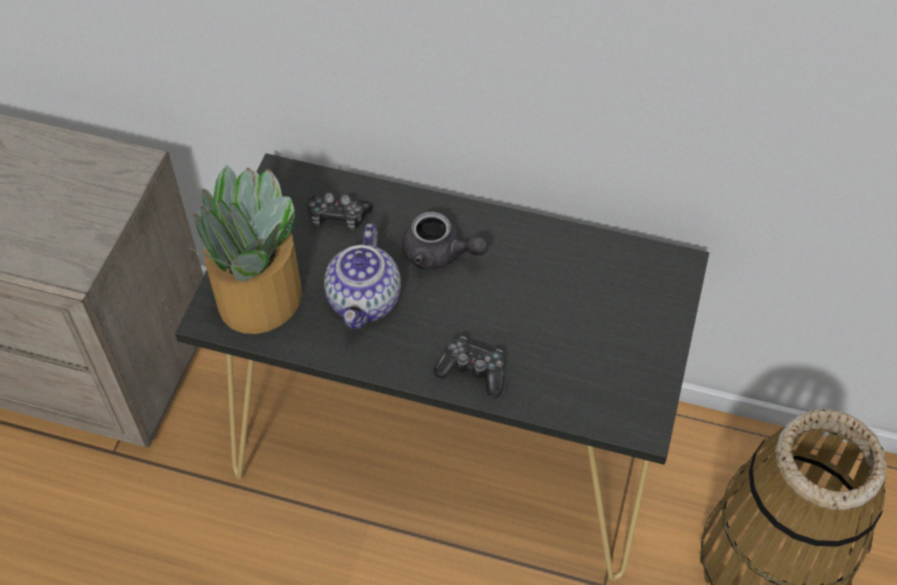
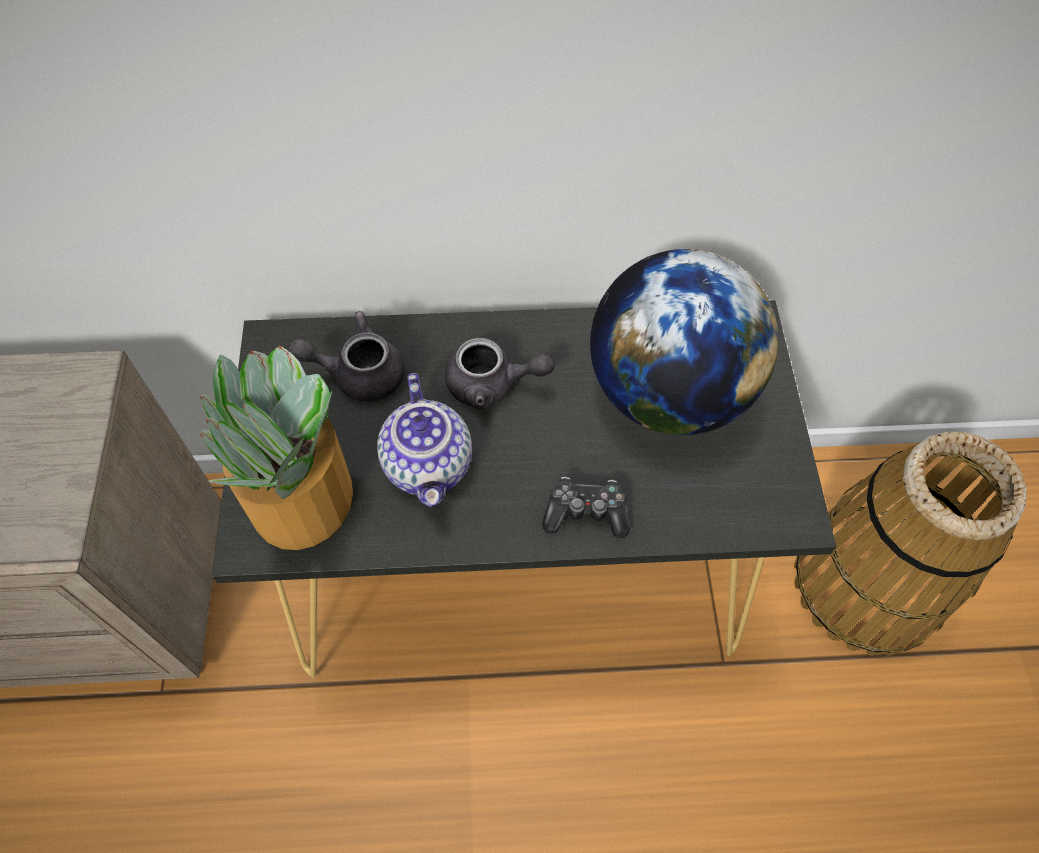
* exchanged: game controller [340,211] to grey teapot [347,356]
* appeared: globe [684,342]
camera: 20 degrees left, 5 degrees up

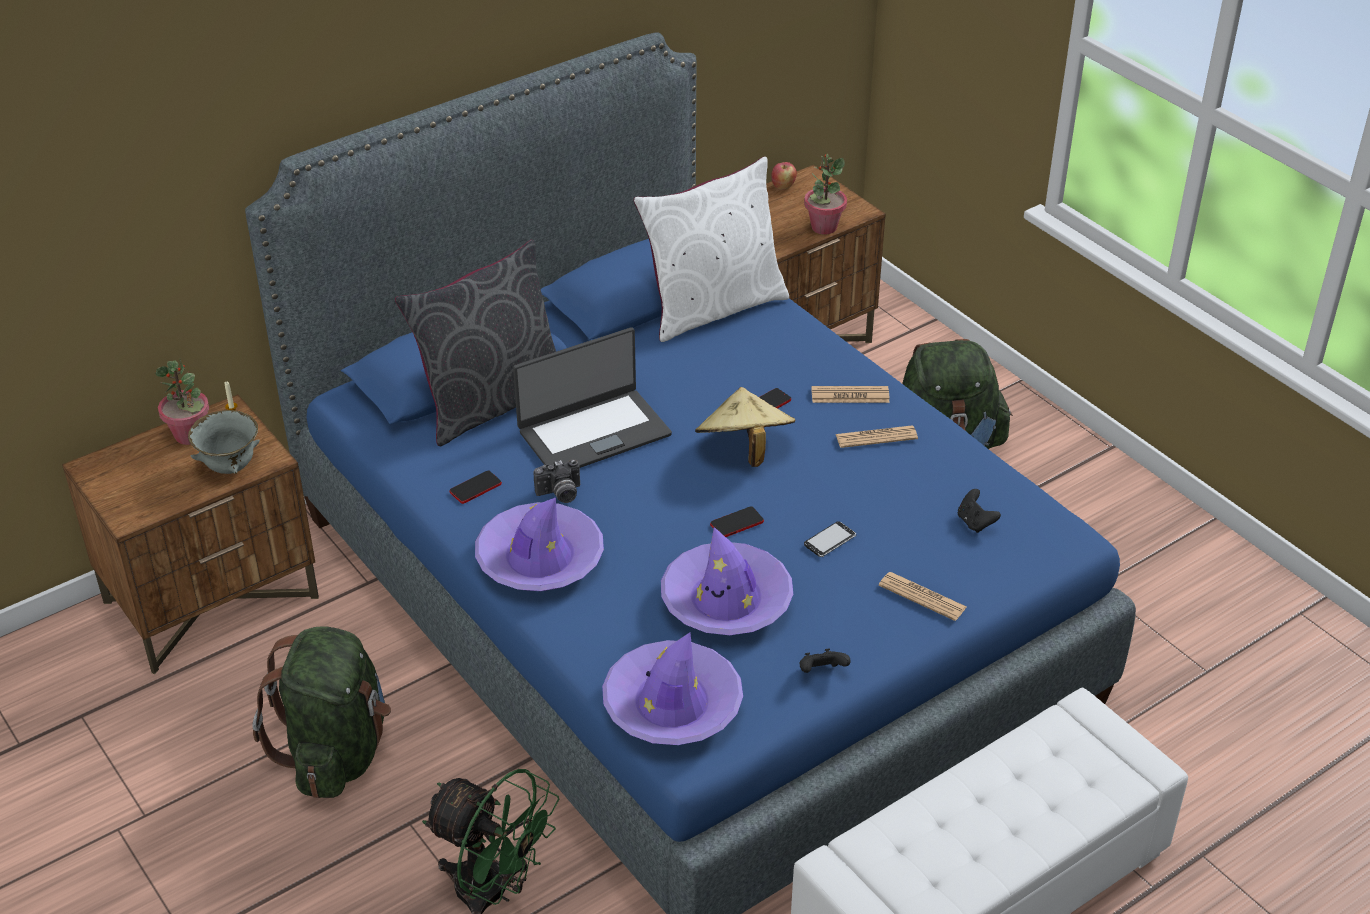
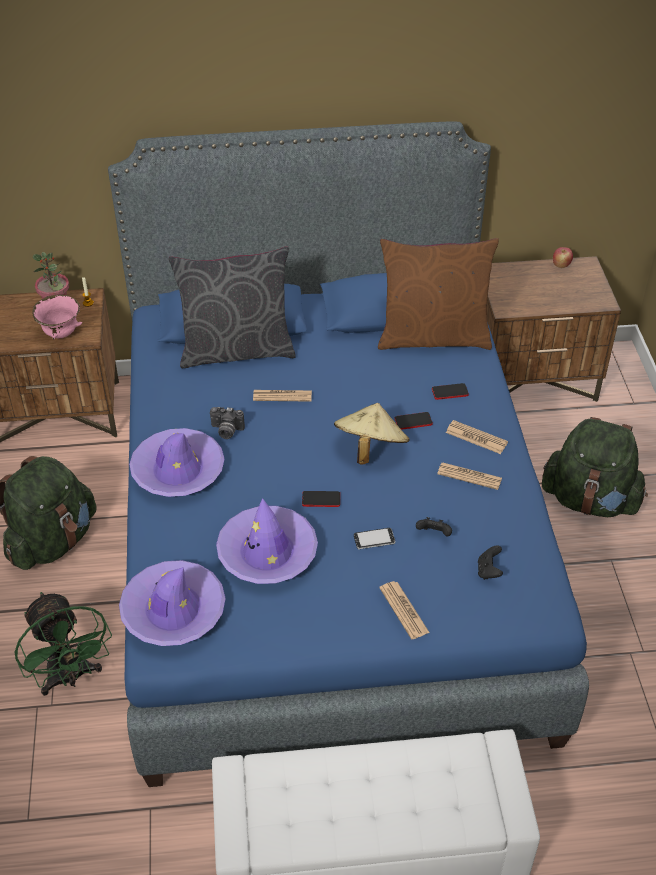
* colour: grey bowl [224,442] to pink bowl [57,317]
* exchanged: laptop [592,397] to newspaper [282,396]
* colour: white pillow [711,249] to brown pillow [438,294]
* relocated: black game controller [825,661] to [434,527]
* relocated: phone [476,487] to [450,391]
* missing: potted plant [825,194]
camera: 30 degrees right, 5 degrees up

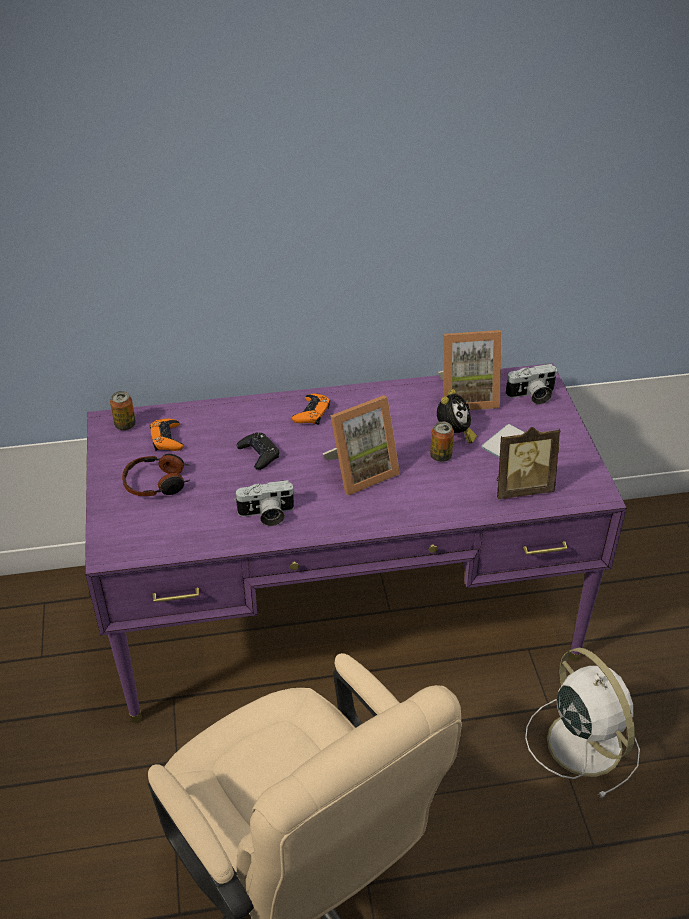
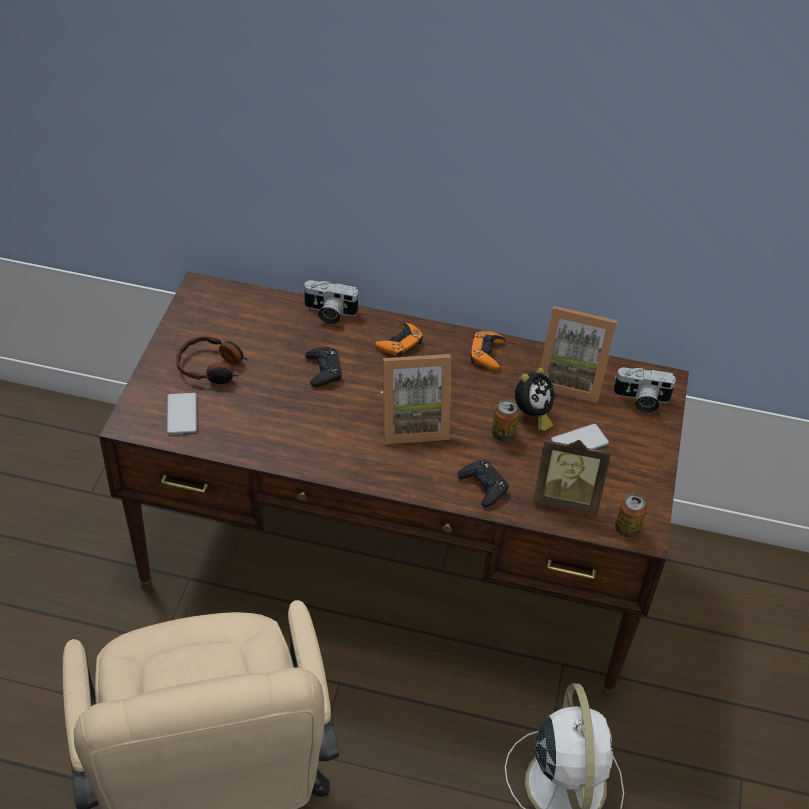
* colour: purple desk [356,543] to brown desk [394,484]
* appeared: phone [182,413]
* relocated: photo camera [264,503] to [331,302]
* appeared: black game controller [483,483]
* relocated: orange game controller [167,435] to [487,350]
* relocated: can [123,410] to [631,515]
camera: 20 degrees right, 5 degrees up

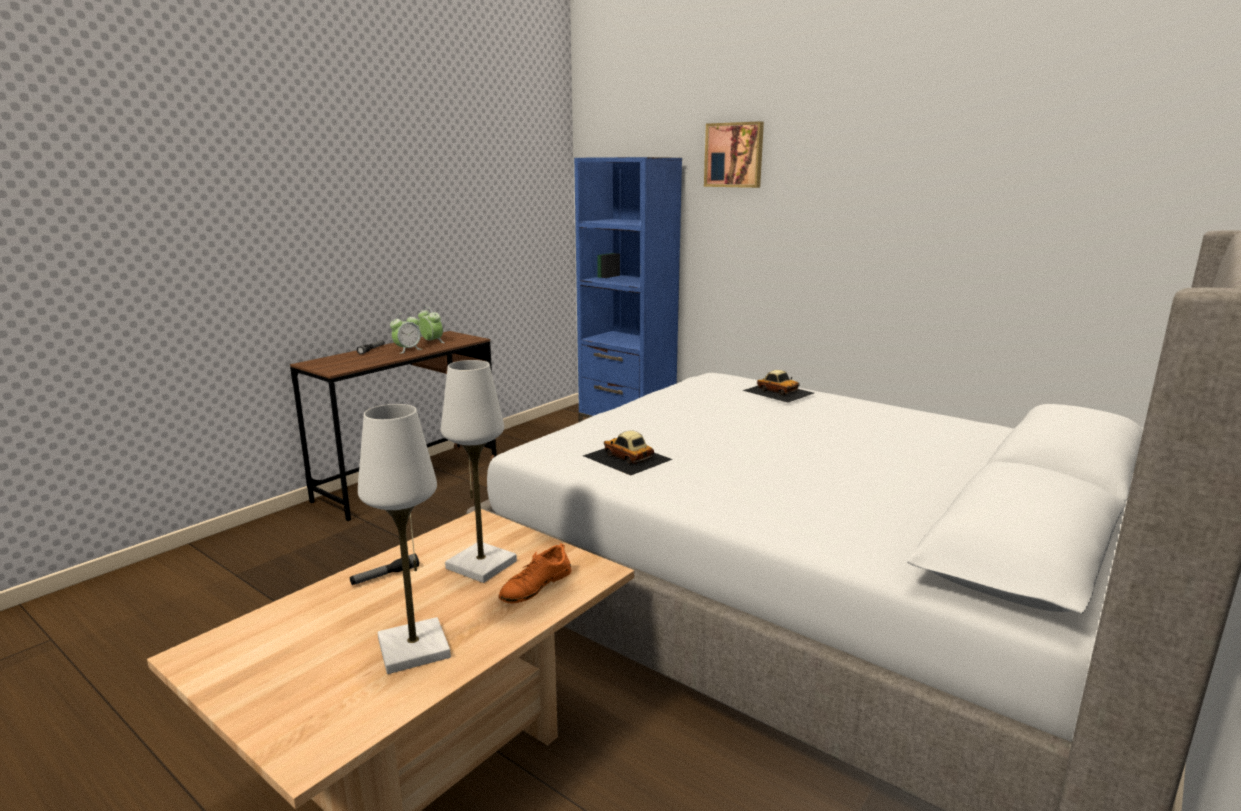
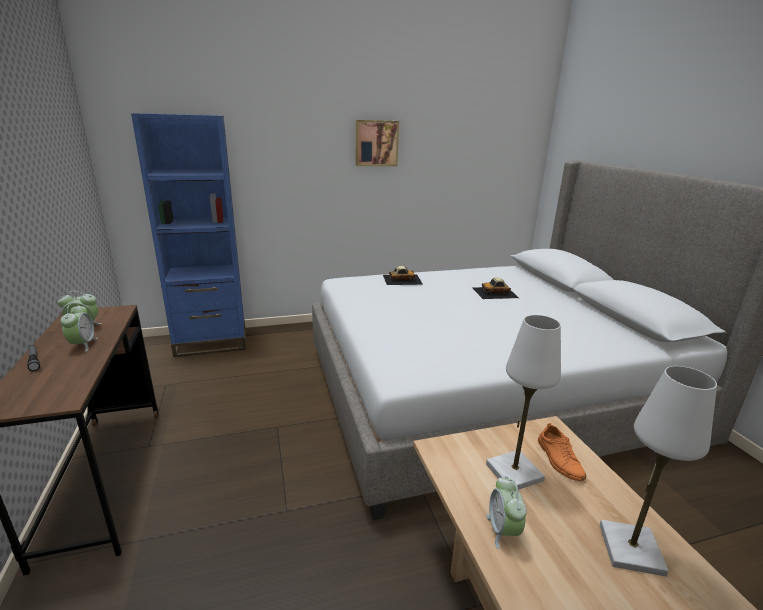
* relocated: picture [734,154] to [377,143]
* relocated: toy car [628,452] to [496,288]
* exchanged: flashlight [384,569] to alarm clock [506,512]
camera: 55 degrees left, 5 degrees up

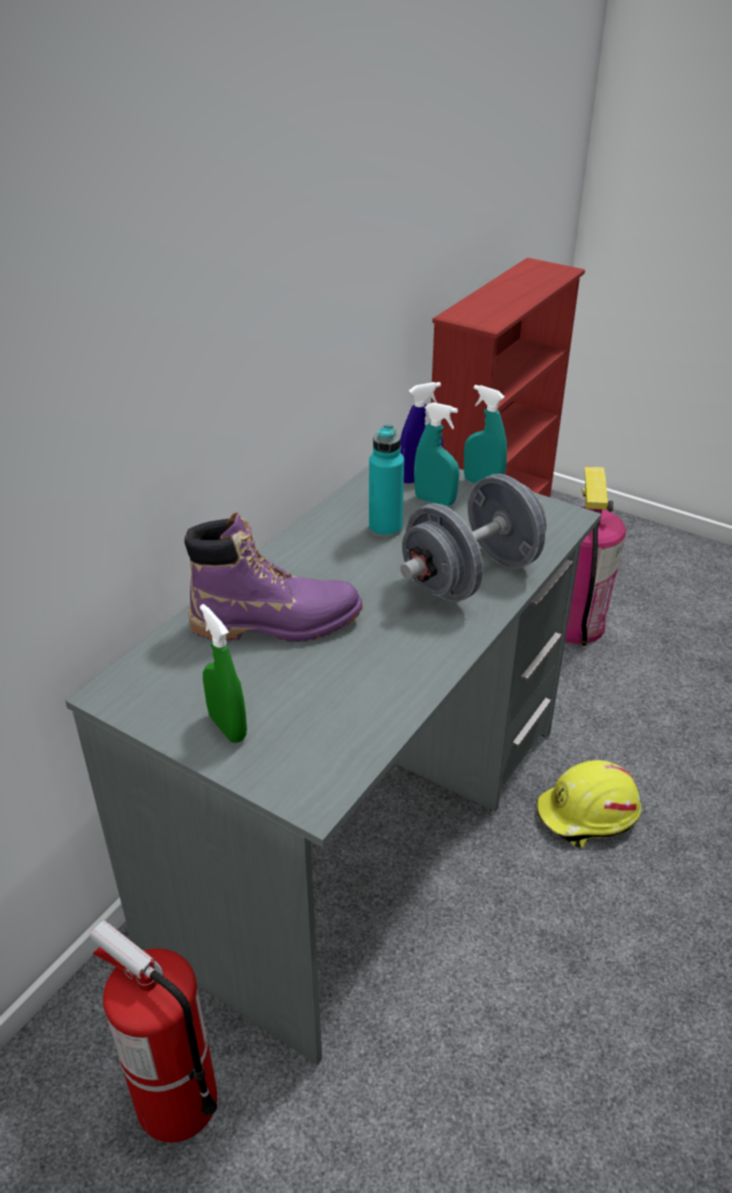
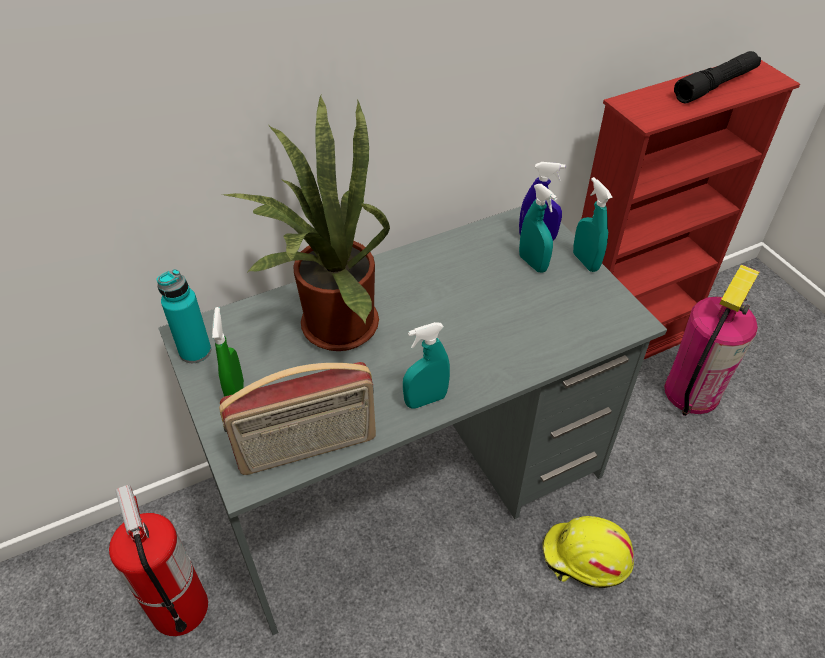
* relocated: turquoise bottle [386,481] to [184,316]
* appeared: radio [297,418]
* exchanged: purple boot [273,577] to potted plant [306,222]
* appeared: turquoise spray bottle [426,365]
* appeared: black flashlight [717,77]
* missing: grey dumbbell [473,538]
camera: 30 degrees right, 10 degrees up

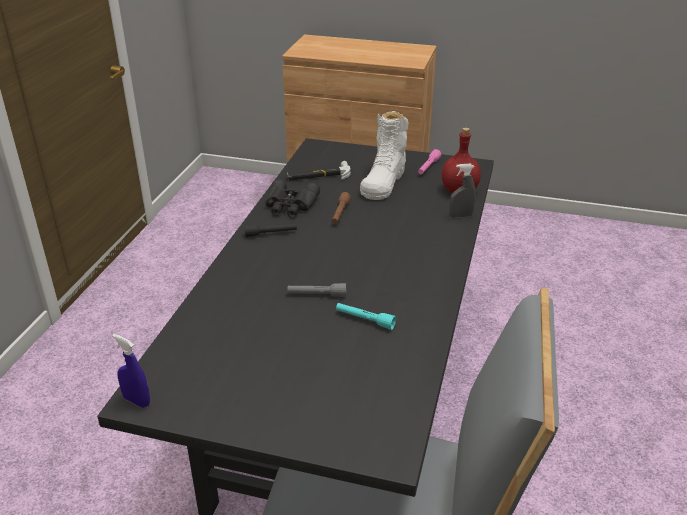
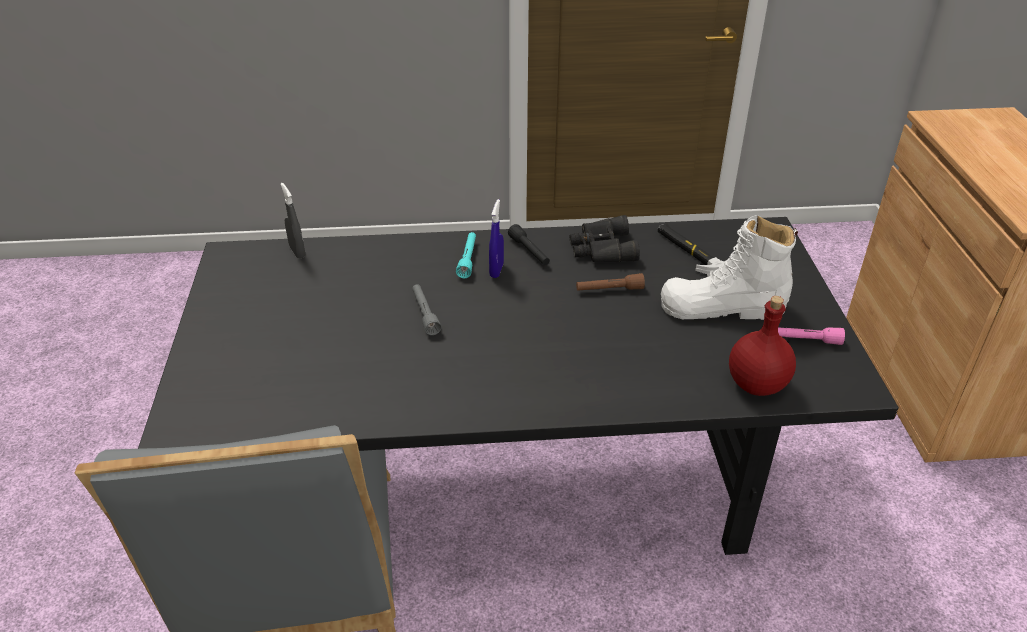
* relocated: grey spray bottle [463,191] to [293,221]
* relocated: turquoise flashlight [366,316] to [466,255]
* relocated: blue spray bottle [131,371] to [496,238]
camera: 70 degrees right, 5 degrees up

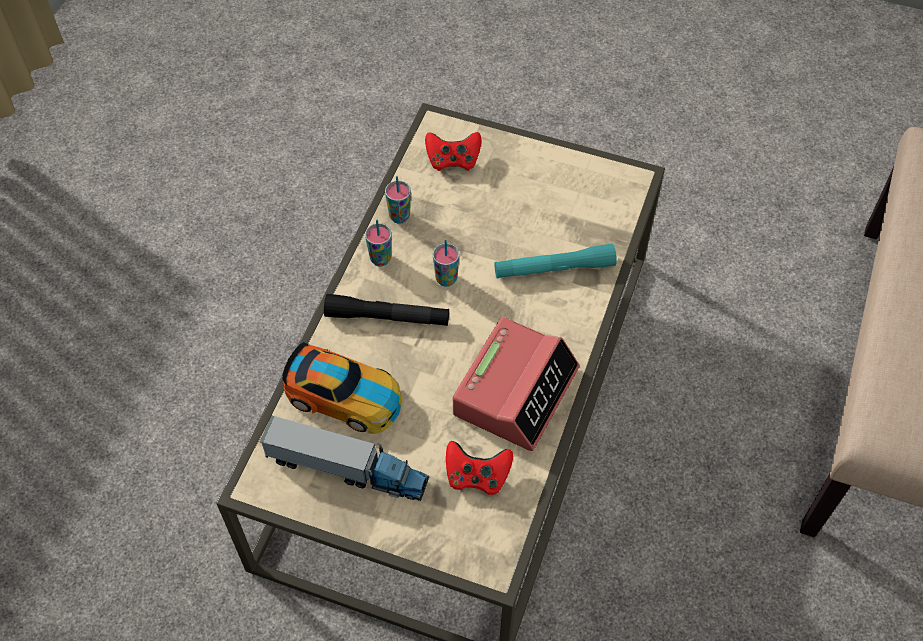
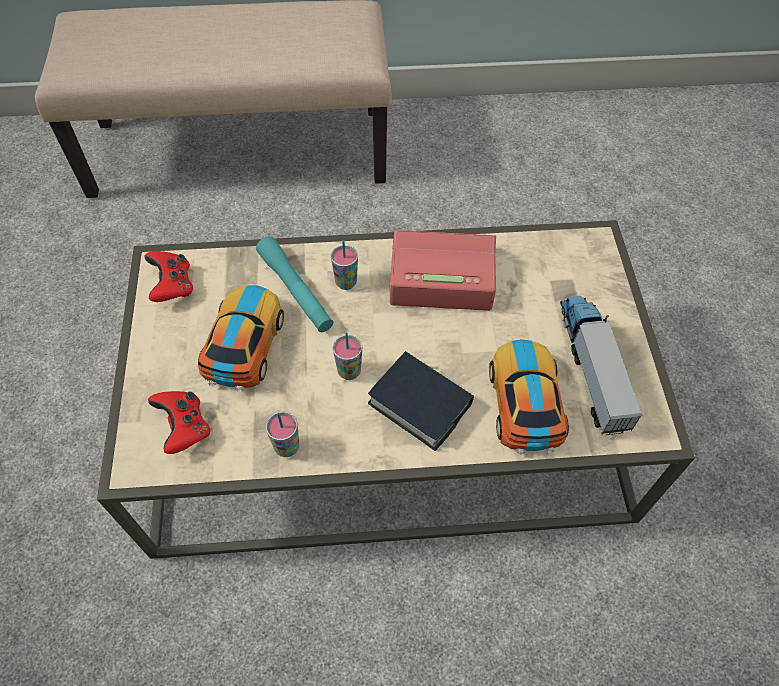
* relocated: red game controller [479,468] to [168,276]
* appeared: toy car [241,338]
* relocated: cup [378,243] to [344,265]
* exchanged: black flashlight [386,310] to book [421,401]
camera: 115 degrees left, 0 degrees up

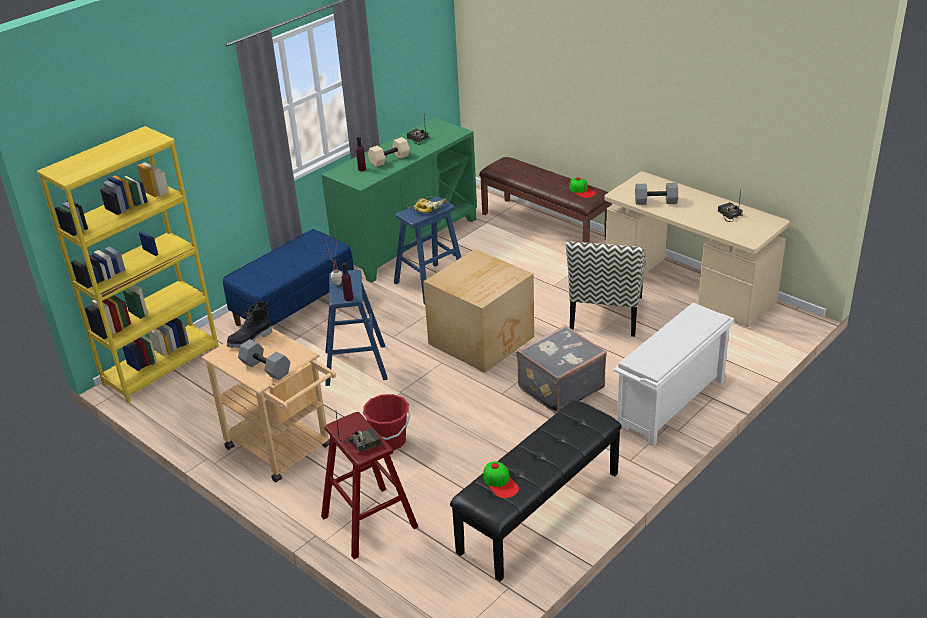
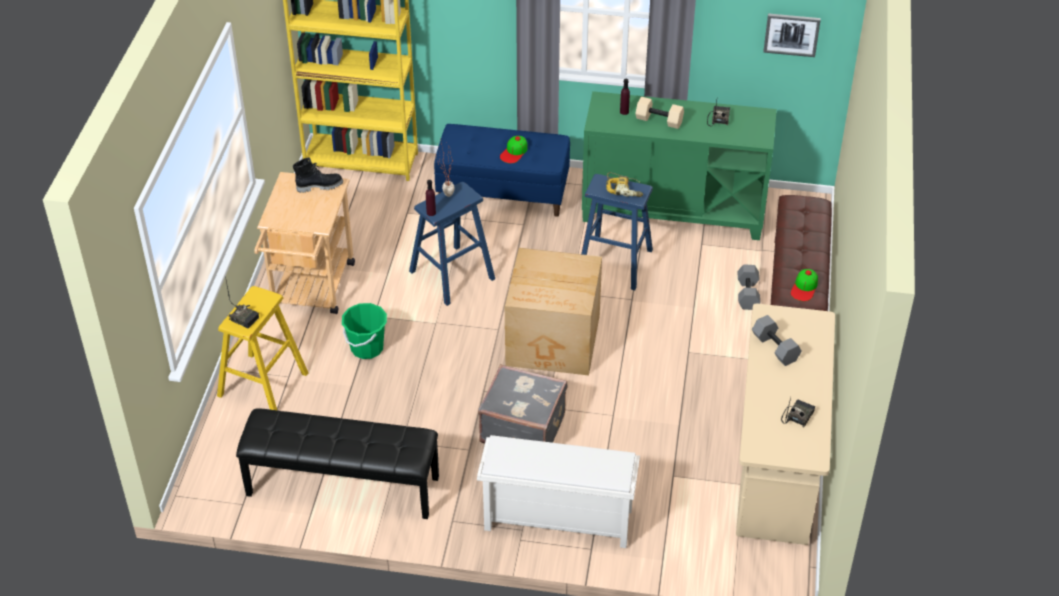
* colour: red stool [369,485] to yellow stool [262,348]
* spun: black boot [249,324] = [318,175] 150 degrees clockwise
* colour: red bucket [386,422] to green bucket [364,331]
* relocated: cap [501,480] to [514,149]
* relocated: grey dumbbell [264,359] to [749,287]
* appeared: picture [792,35]
* missing: chair [606,289]
camera: 55 degrees right, 10 degrees up

